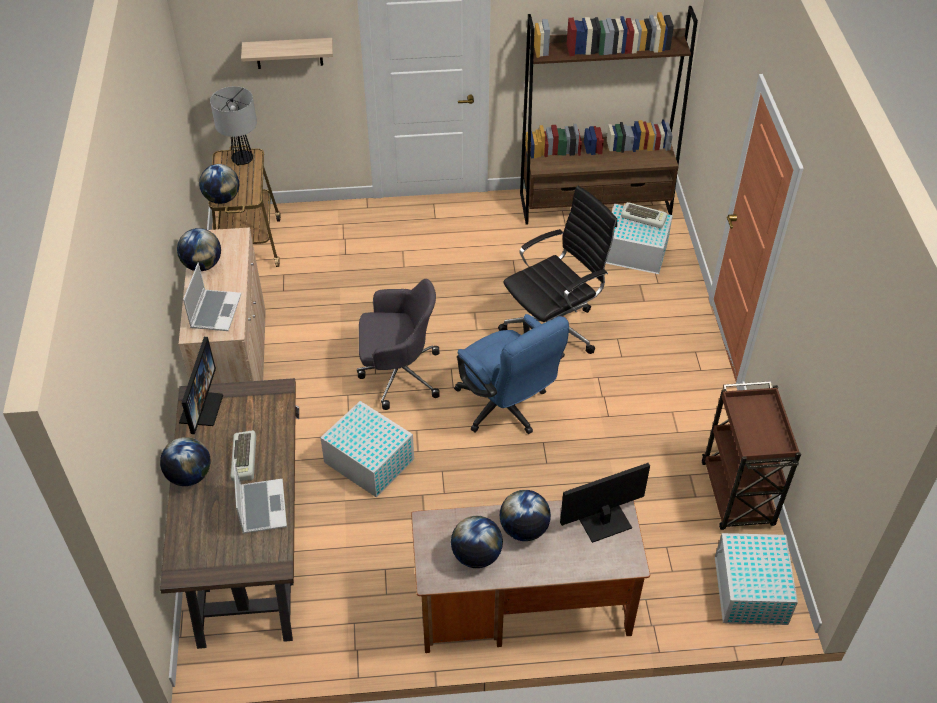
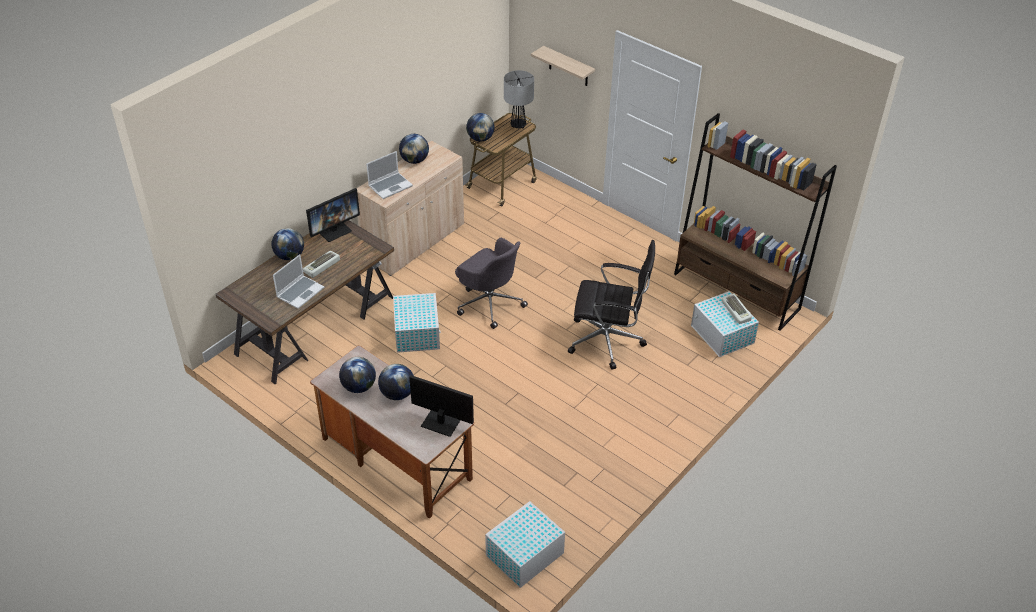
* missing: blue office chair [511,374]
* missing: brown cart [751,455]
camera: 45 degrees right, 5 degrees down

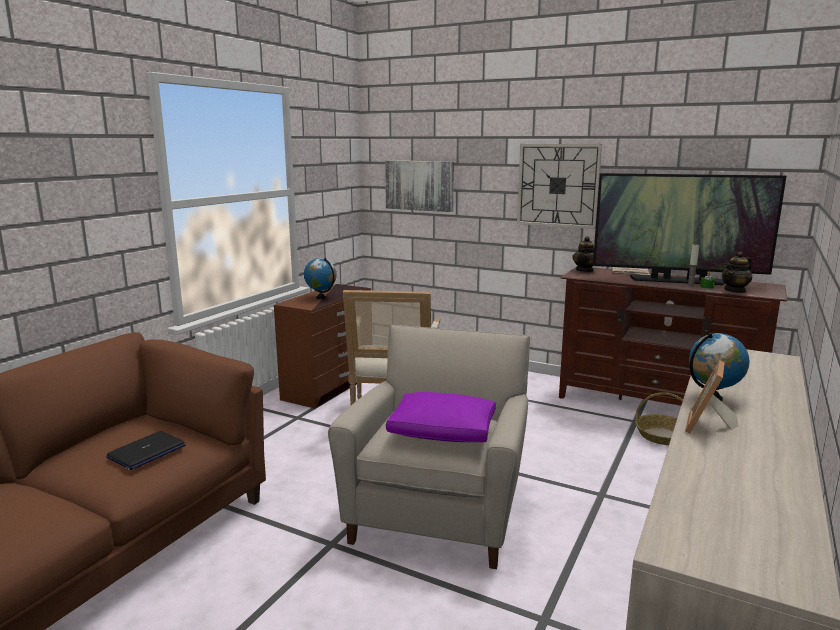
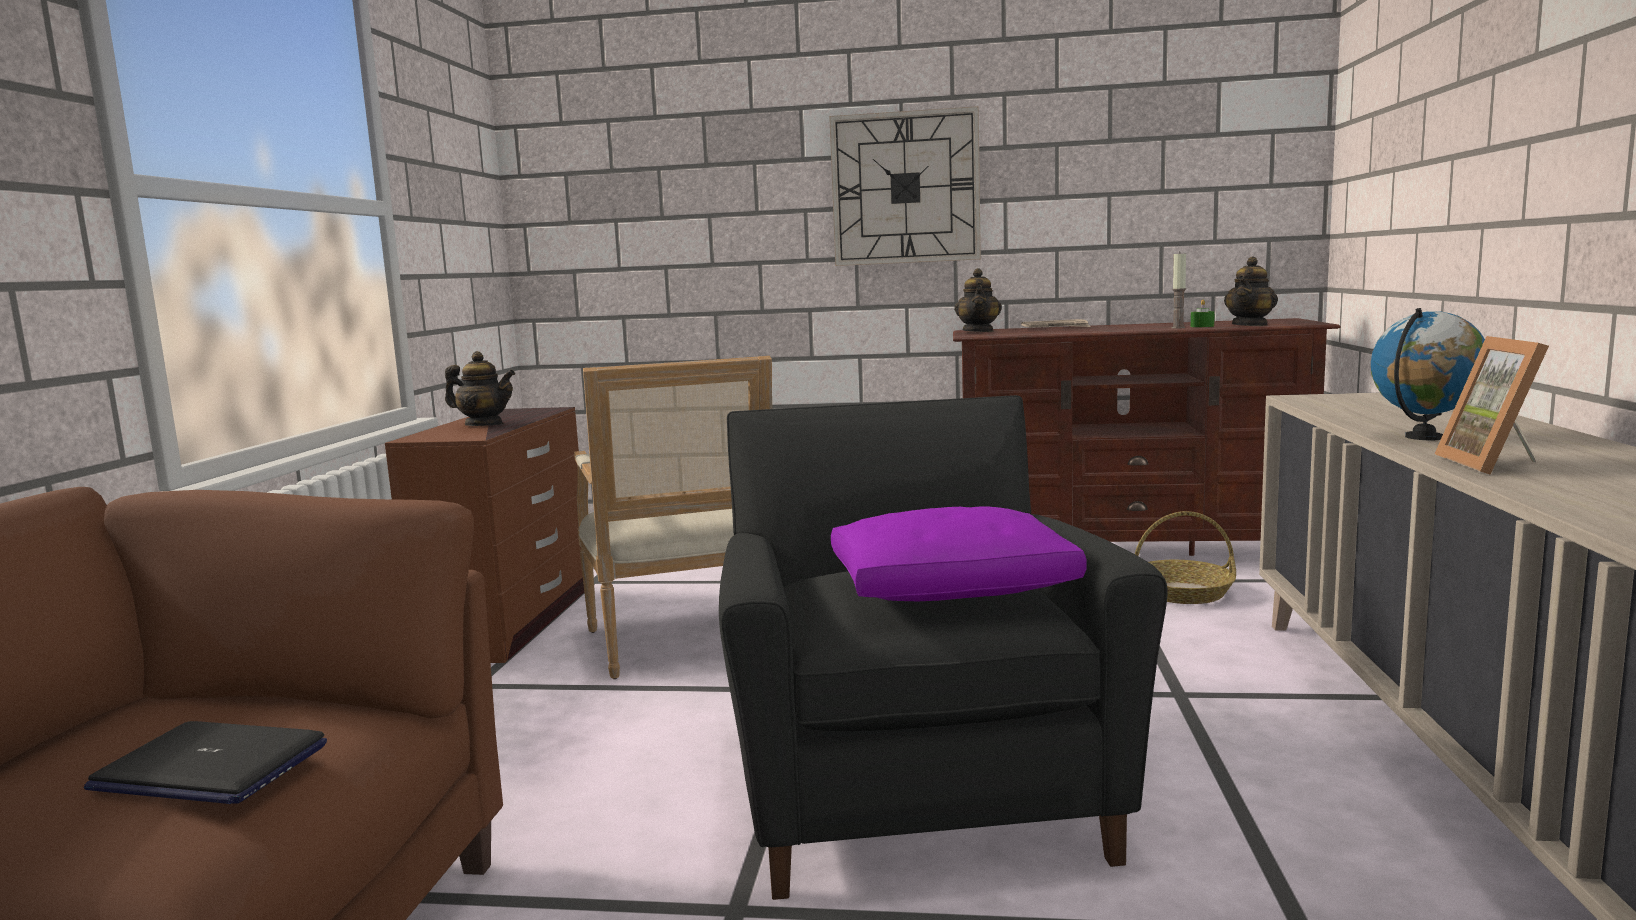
* spun: laptop [146,450] = [205,762] 90 degrees clockwise
* exchanged: globe [320,278] to teapot [480,388]
* colour: beige armchair [429,447] to black armchair [943,647]
* missing: picture [419,186]
* missing: television [689,229]
camera: 20 degrees left, 5 degrees down

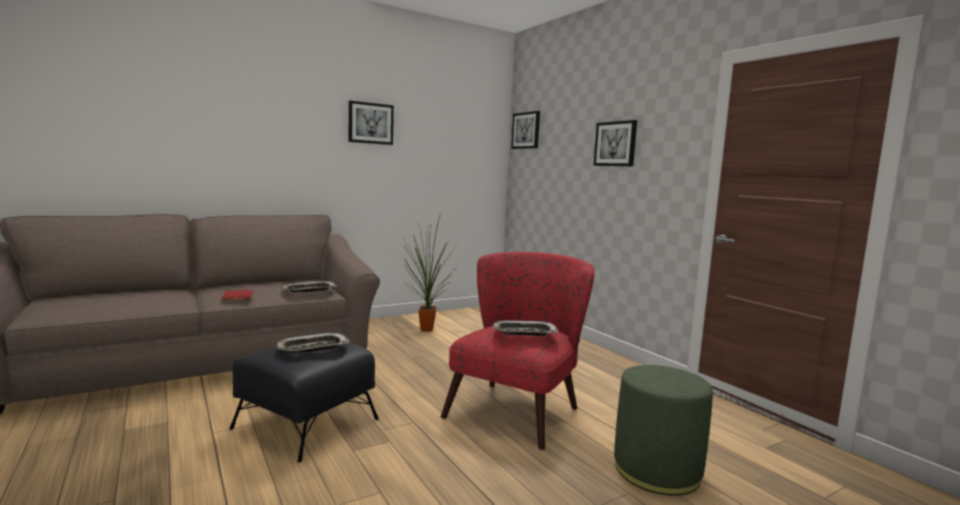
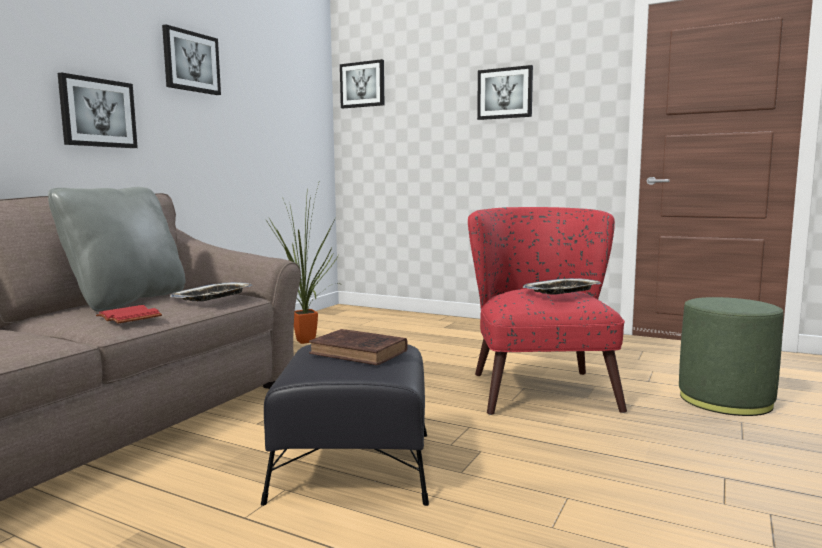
* appeared: grey pillow [117,249]
* appeared: picture [98,110]
* exchanged: tray [313,343] to brown book [358,347]
camera: 30 degrees left, 0 degrees up

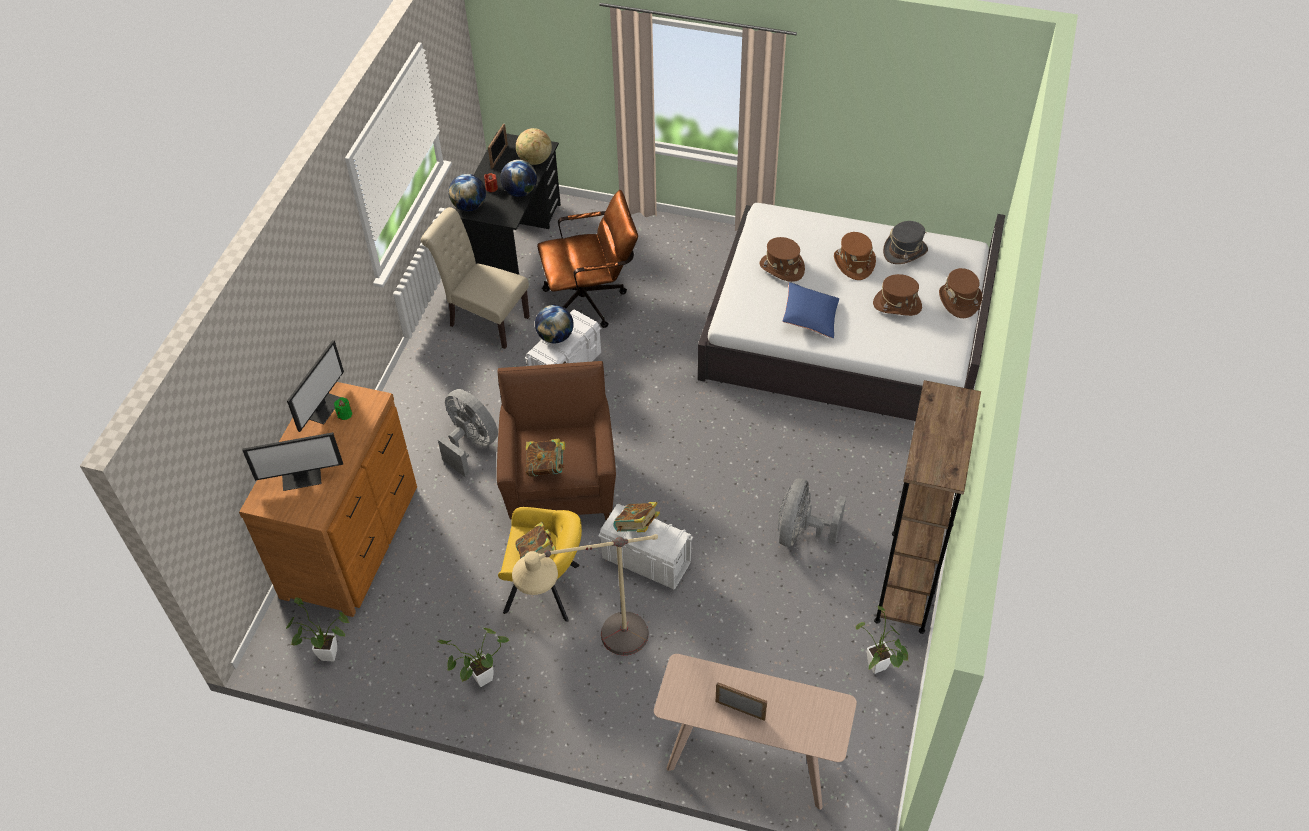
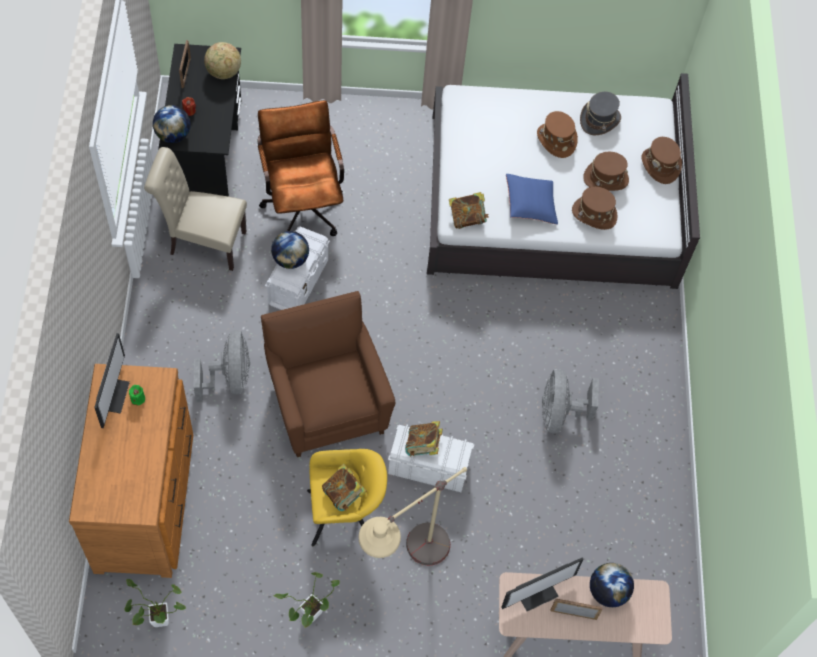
* spun: grey fan [468,433] = [221,366] 60 degrees clockwise
* spun: brown office chair [587,259] = [301,168] 75 degrees counterclockwise
* relocated: book [545,458] to [469,210]
* relocated: monitor [292,461] to [542,584]
* relocated: brown hat [782,259] to [595,208]
* relocated: globe [518,178] to [612,585]
* missing: potted plant [882,640]
* missing: brown bookcase [927,507]
camera: 20 degrees left, 10 degrees up

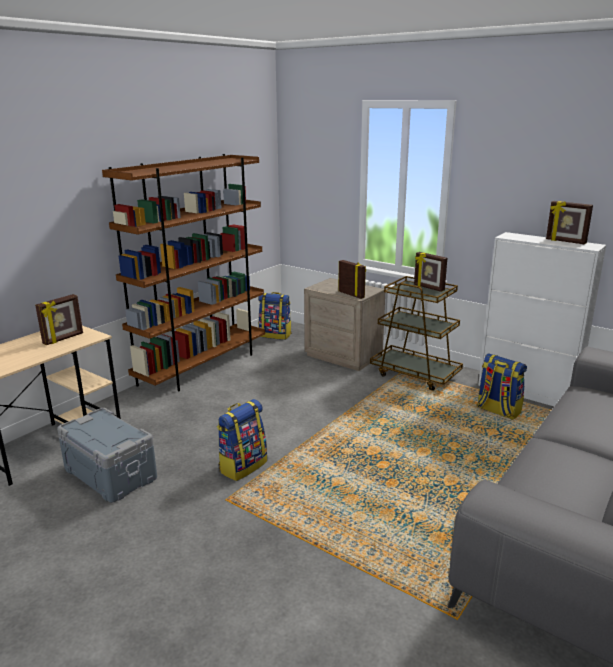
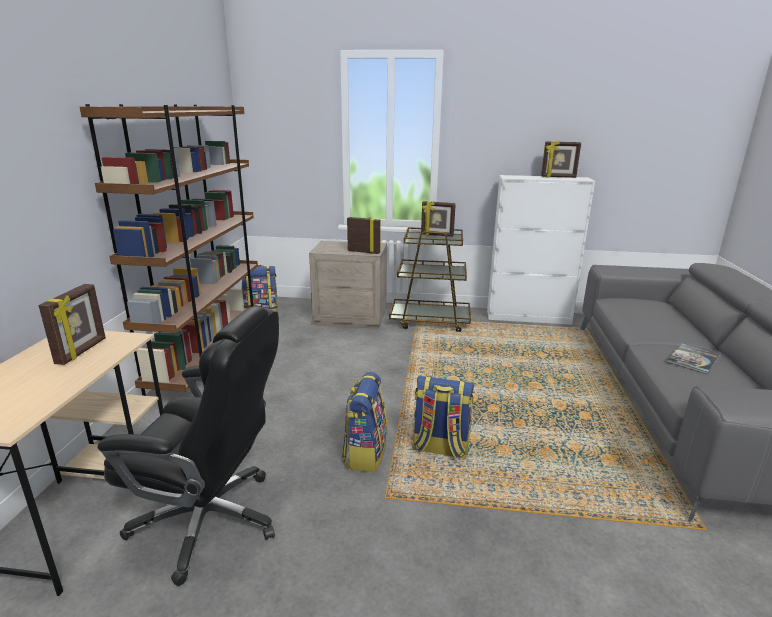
* exchanged: grey storage box [107,455] to black office chair [188,446]
* relocated: backpack [502,386] to [443,417]
* appeared: book [693,358]
camera: 30 degrees left, 0 degrees up

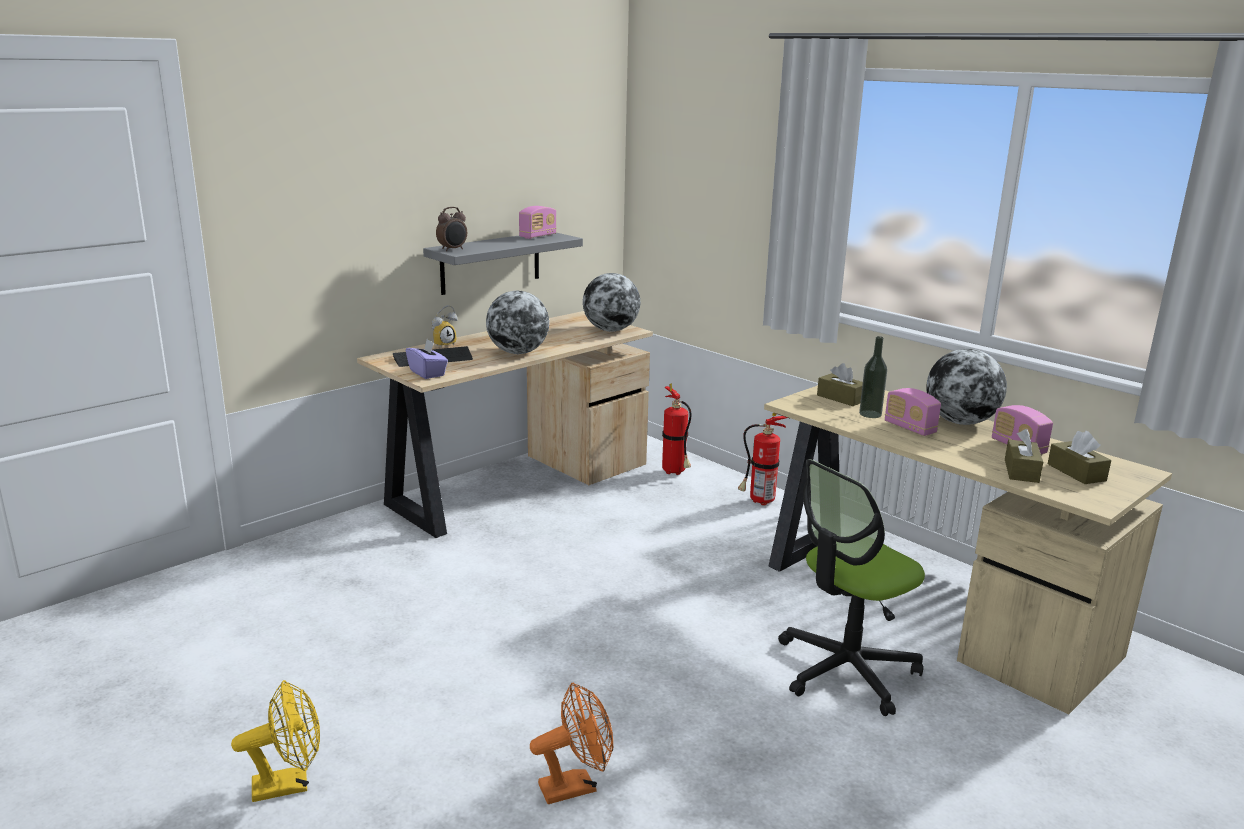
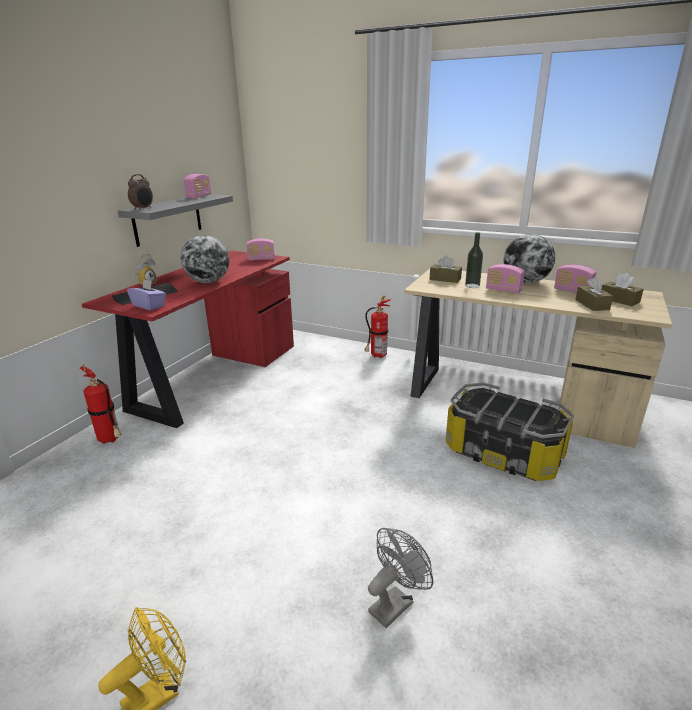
* relocated: fire extinguisher [677,429] to [101,404]
* colour: beige desk [505,424] to red desk [188,339]
* exchanged: globe [611,302] to radio [260,249]
* colour: orange fan [571,743] to grey fan [400,578]
* exchanged: office chair [851,587] to storage box [510,432]
camera: 20 degrees left, 5 degrees up

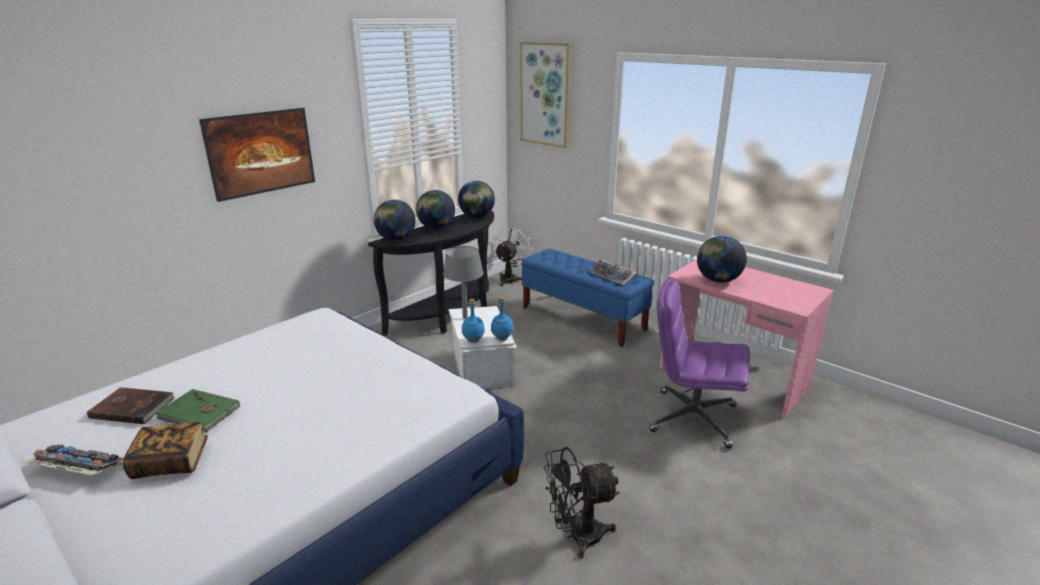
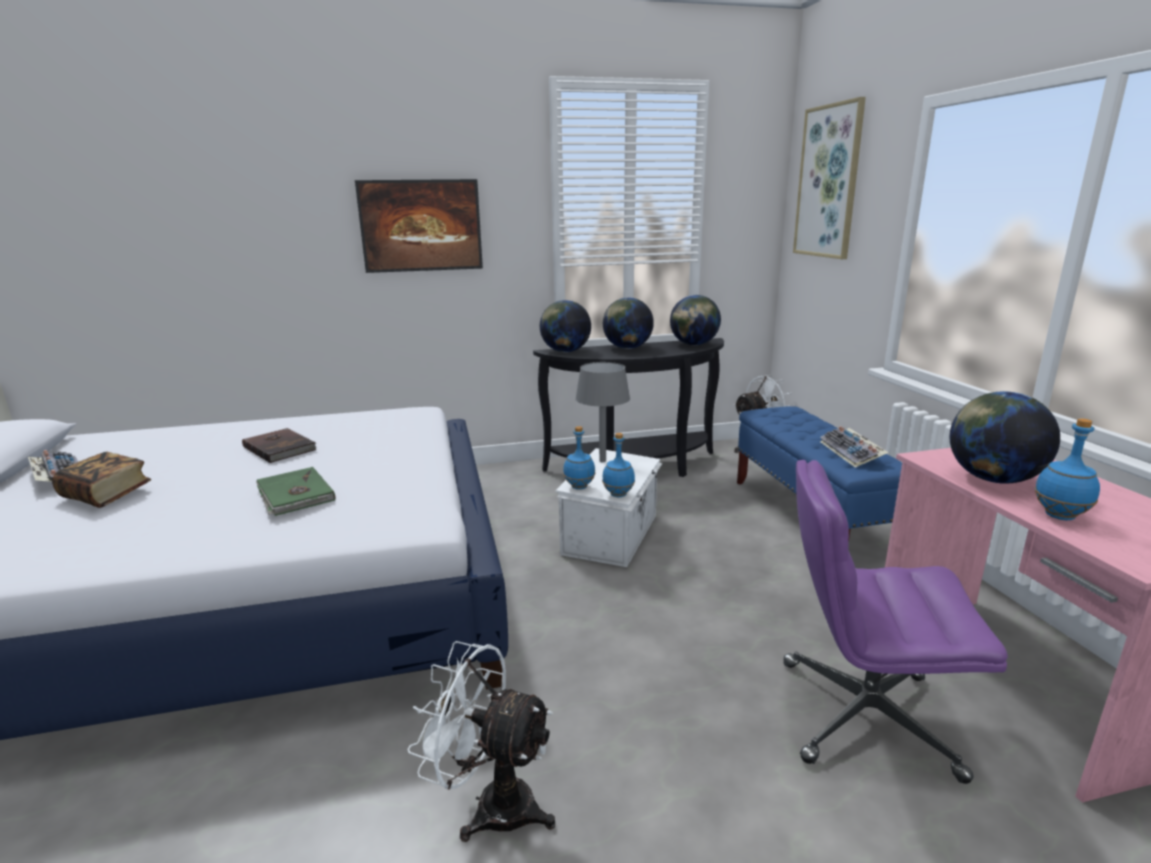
* relocated: brown book [131,405] to [279,445]
* relocated: green book [198,411] to [295,491]
* colour: black fan [582,502] to white fan [481,741]
* spun: purple office chair [699,364] = [896,622] 45 degrees counterclockwise
* appeared: blue bottle [1067,469]
camera: 35 degrees right, 5 degrees down

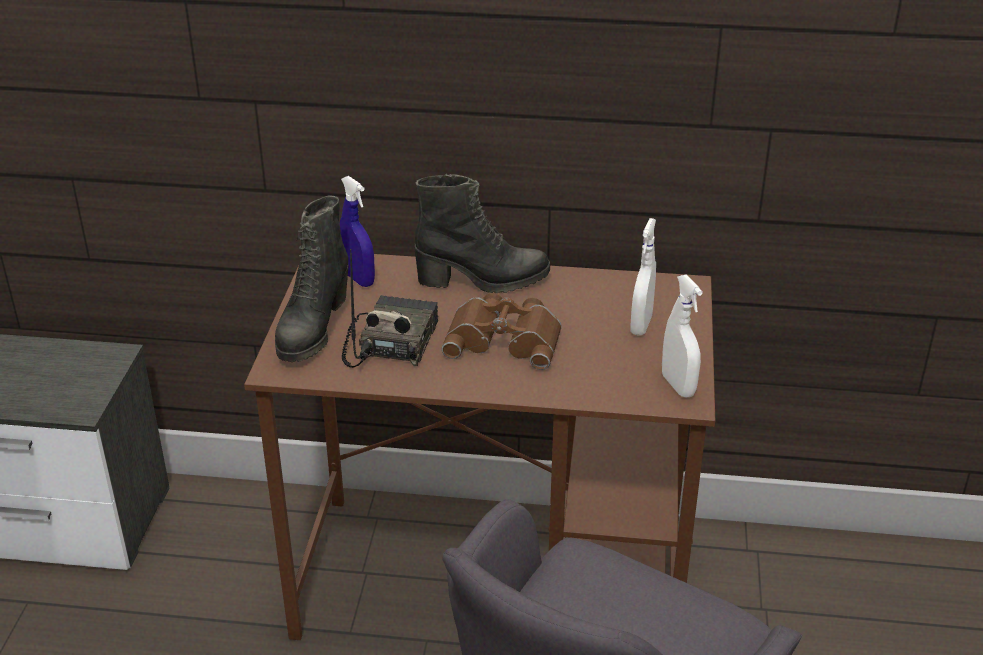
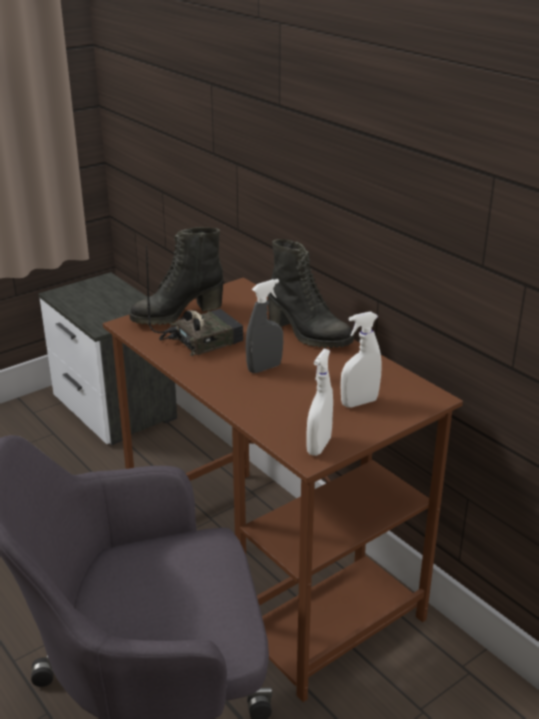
* exchanged: brown binoculars [502,331] to grey spray bottle [264,326]
* missing: blue spray bottle [357,231]
camera: 45 degrees right, 5 degrees down

